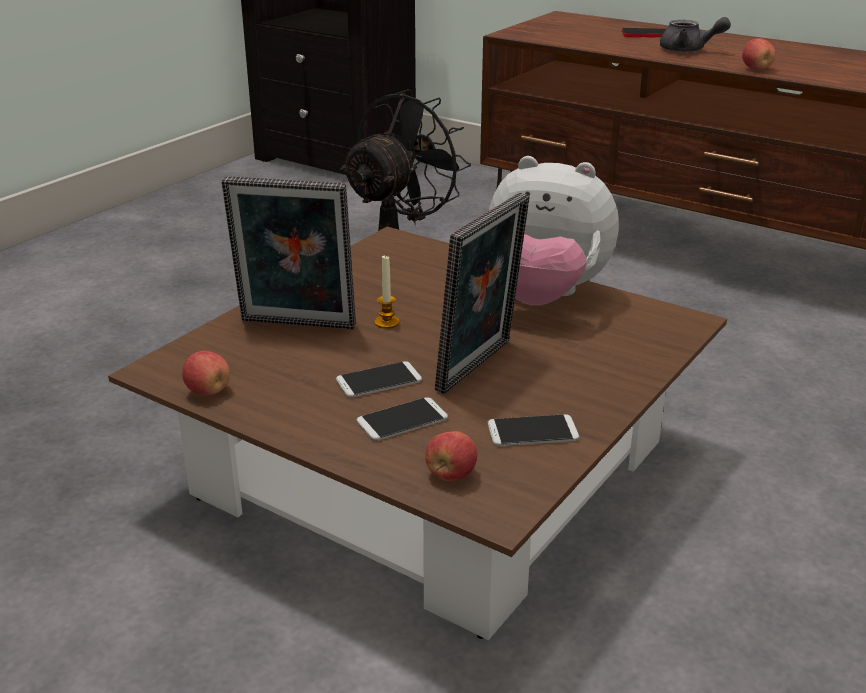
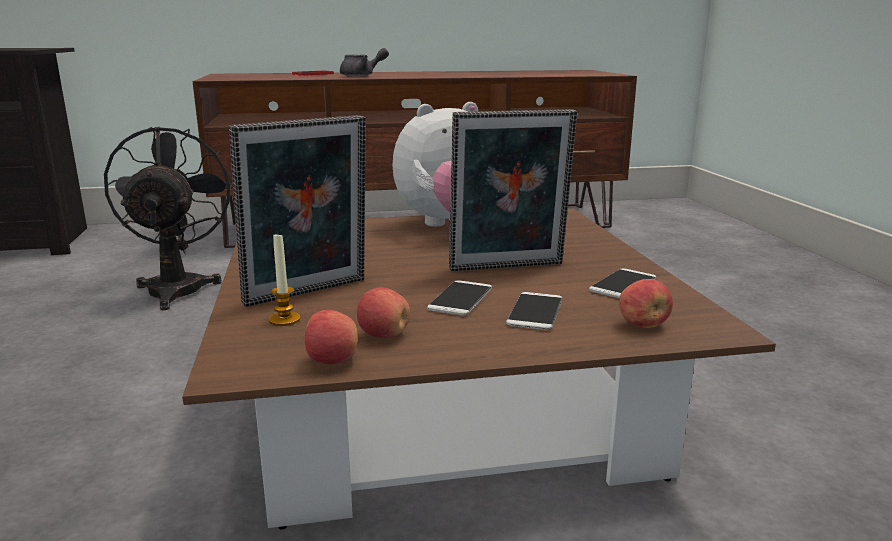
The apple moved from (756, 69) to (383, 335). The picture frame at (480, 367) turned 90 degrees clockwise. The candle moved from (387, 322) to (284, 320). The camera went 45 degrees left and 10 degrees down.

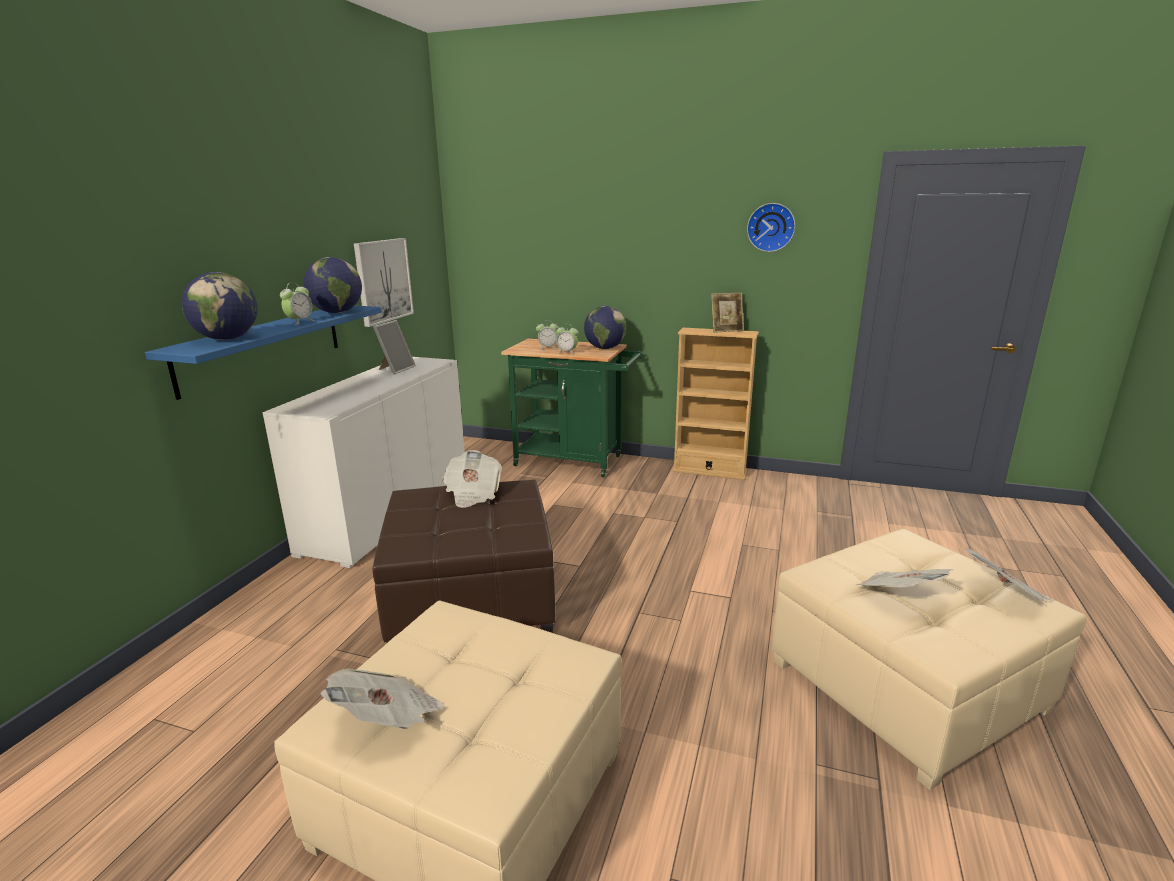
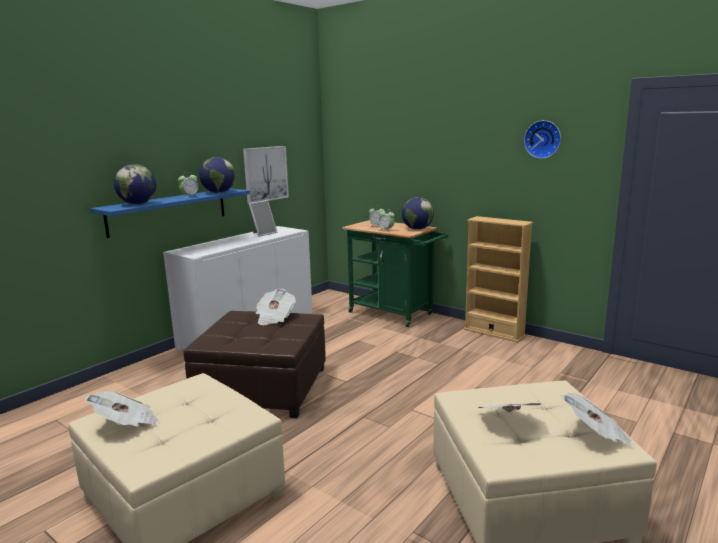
The picture frame at (726, 330) disappeared. The camera went 20 degrees right and 5 degrees down.

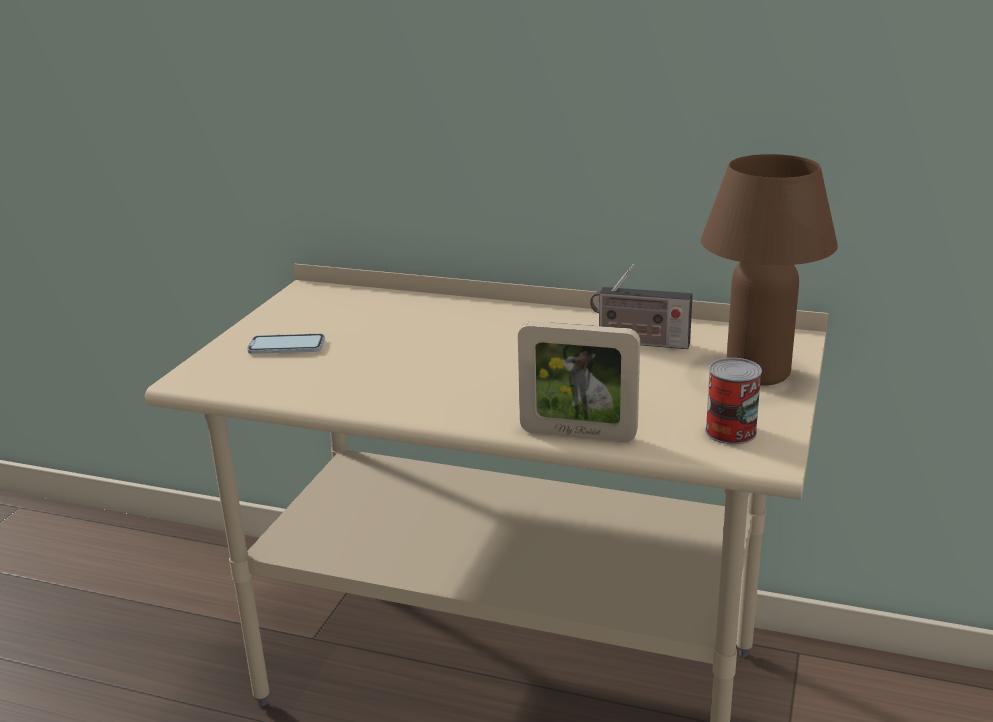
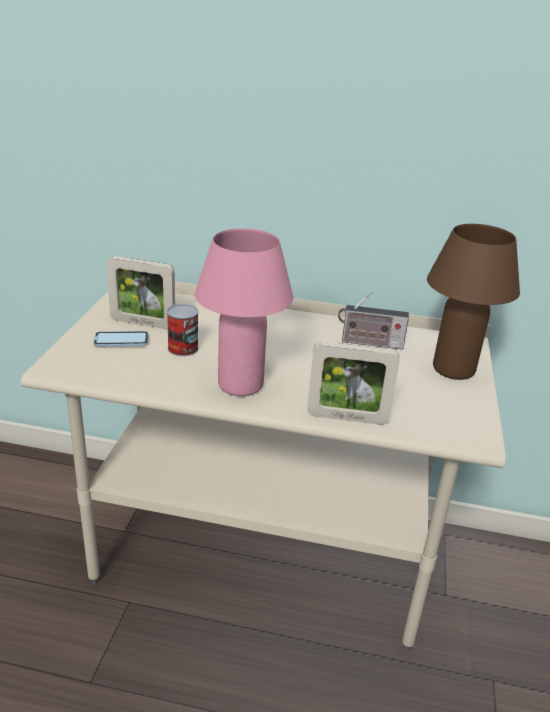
The can moved from (730, 432) to (183, 348). The table lamp (pink) at (240, 385) appeared. The picture frame at (142, 323) appeared. The camera went 10 degrees left and 5 degrees up.

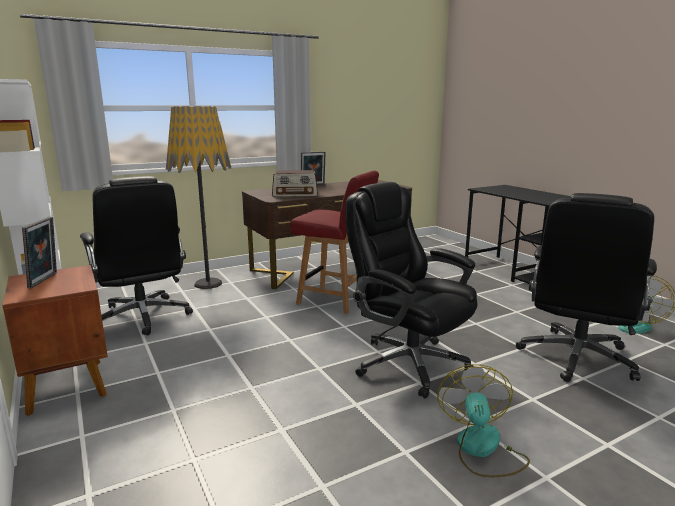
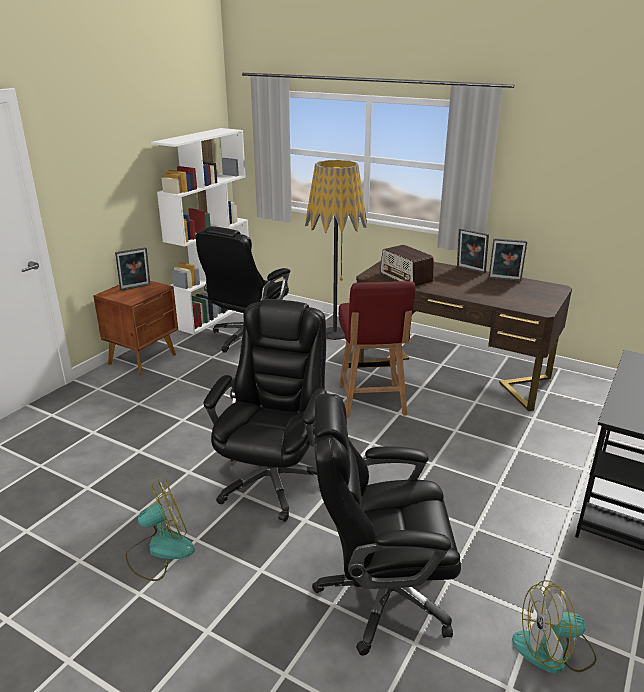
The picture frame at (504, 280) appeared. The camera went 60 degrees right and 10 degrees up.

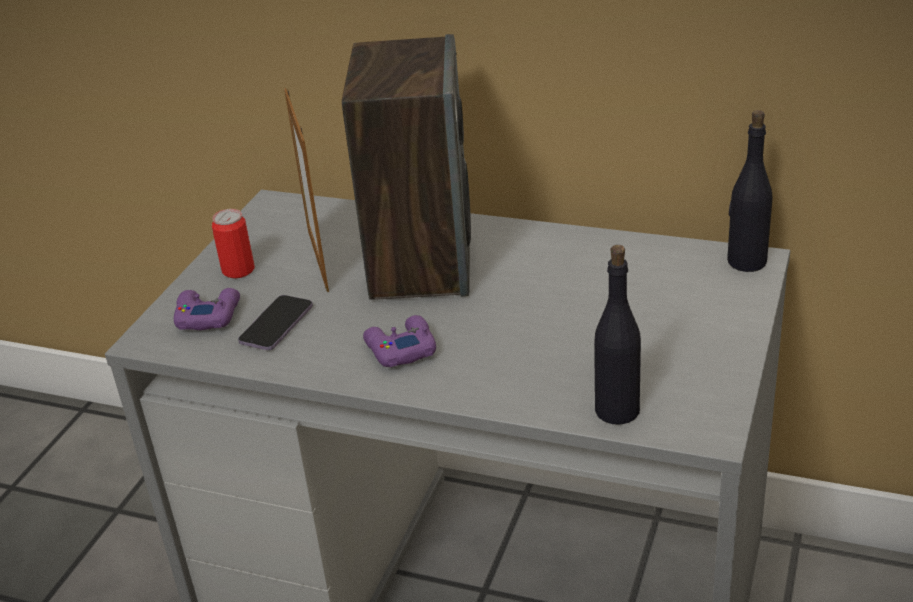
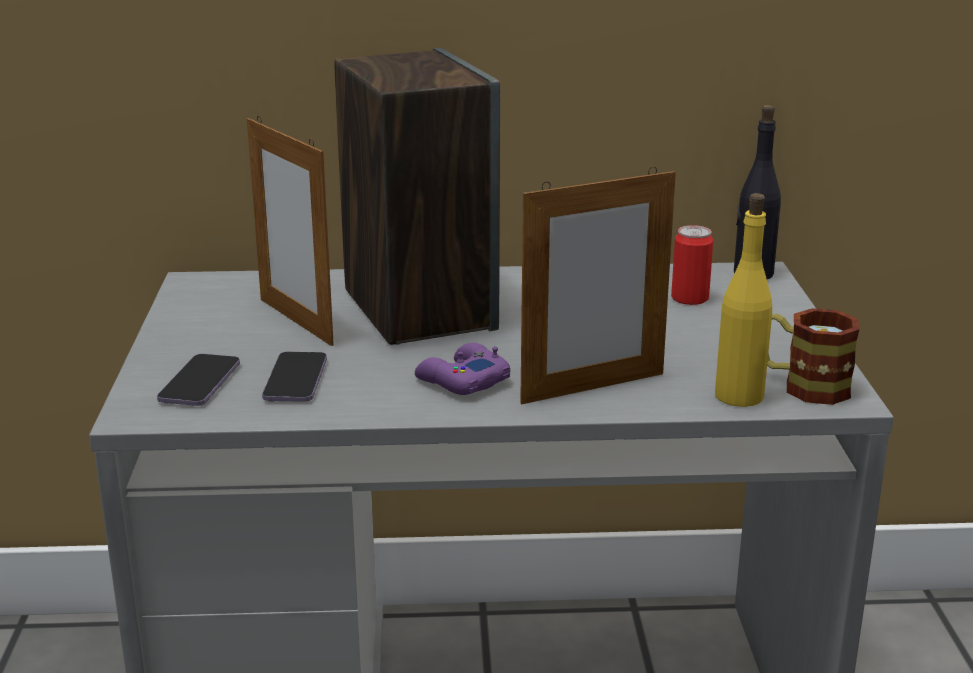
The can moved from (238, 270) to (690, 298). The bottle (black) at (617, 410) became the bottle (yellow) at (739, 396). The game controller (purple) at (207, 316) was replaced by the phone at (200, 383). The picture frame at (593, 388) appeared. The mug at (803, 385) appeared. The camera went 25 degrees left and 10 degrees down.

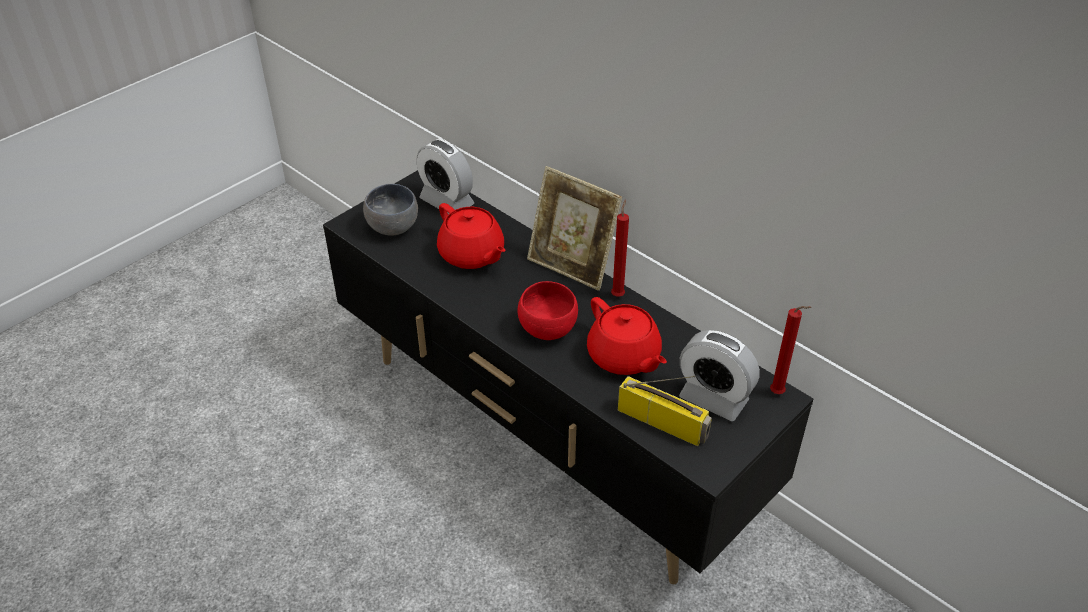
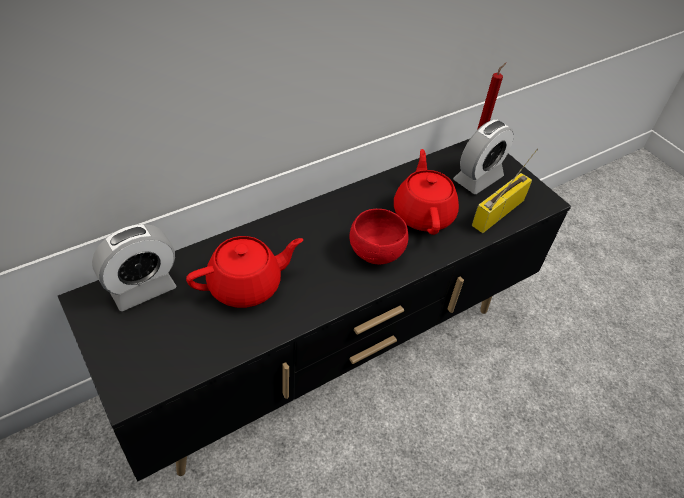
The picture frame at (571, 266) disappeared. The bowl (grey) at (394, 228) disappeared. The candle (red) at (618, 294) disappeared. The teapot (red) at (624, 357) turned 75 degrees counterclockwise. The camera went 80 degrees left and 5 degrees up.

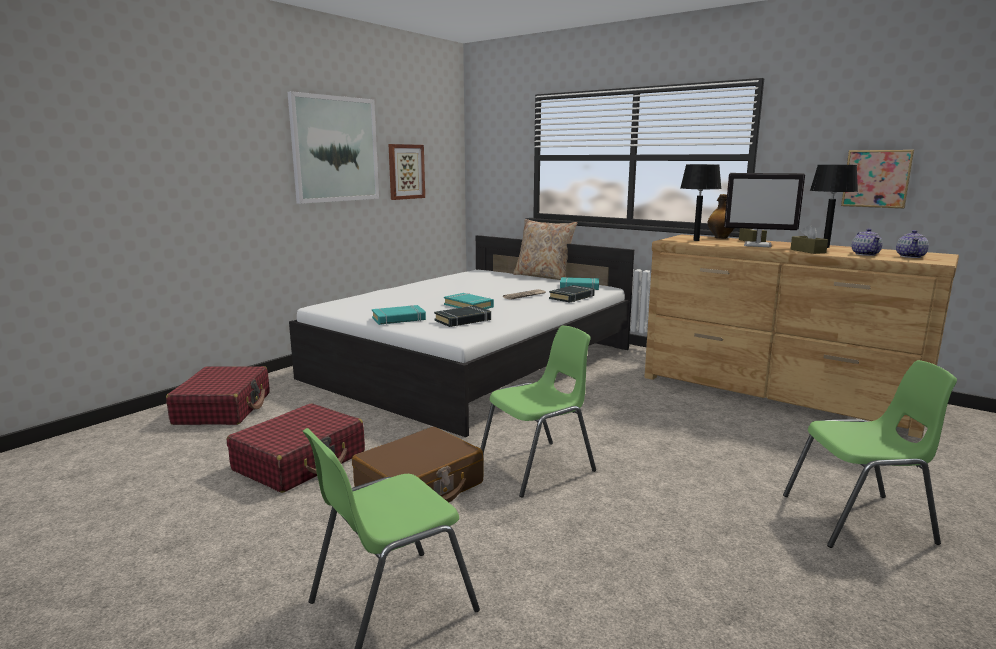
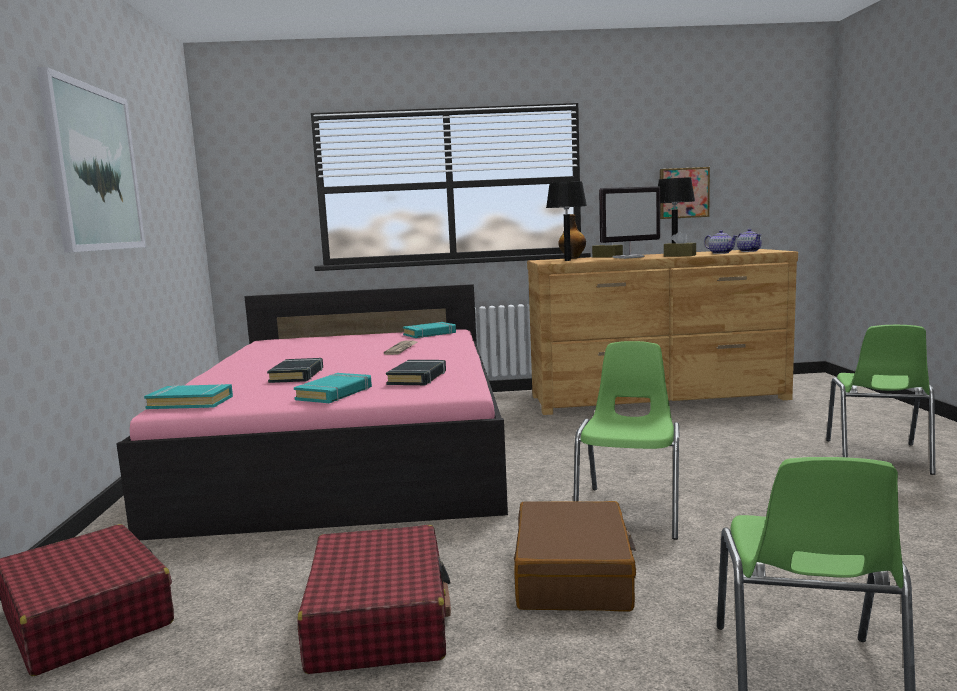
The picture at (406, 171) disappeared. The pillow (beige) at (543, 276) disappeared. The bed (white) at (473, 363) became the bed (pink) at (350, 450). The book (black) moved from (572, 297) to (297, 375). The book (turquoise) moved from (469, 306) to (191, 402). The chair (green) at (860, 520) turned 150 degrees clockwise. The camera went 40 degrees left and 5 degrees down.

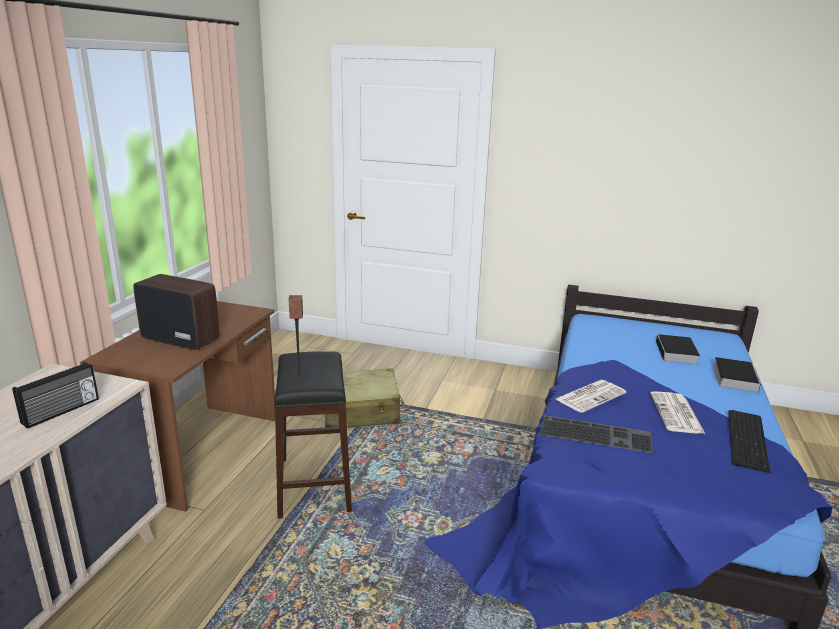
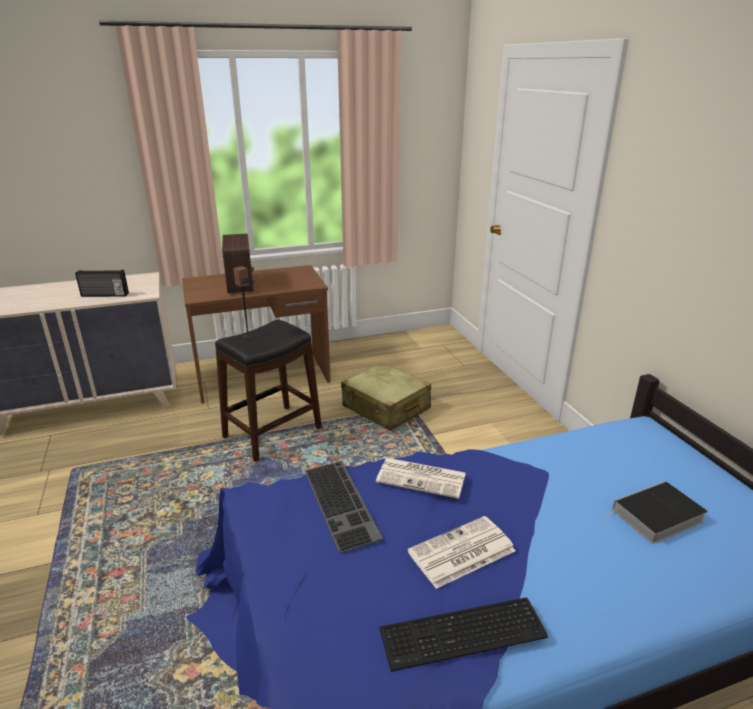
The book at (734, 377) disappeared. The camera went 55 degrees right and 5 degrees up.

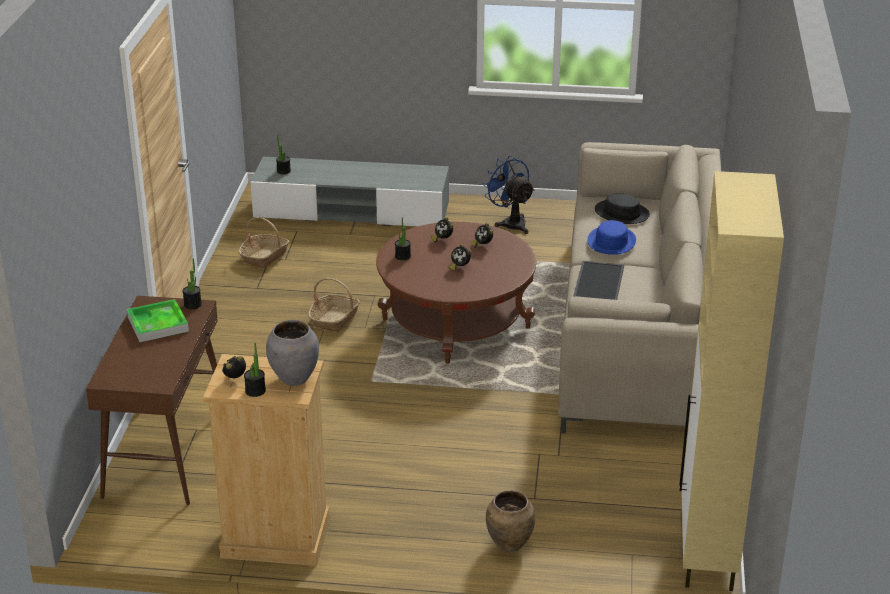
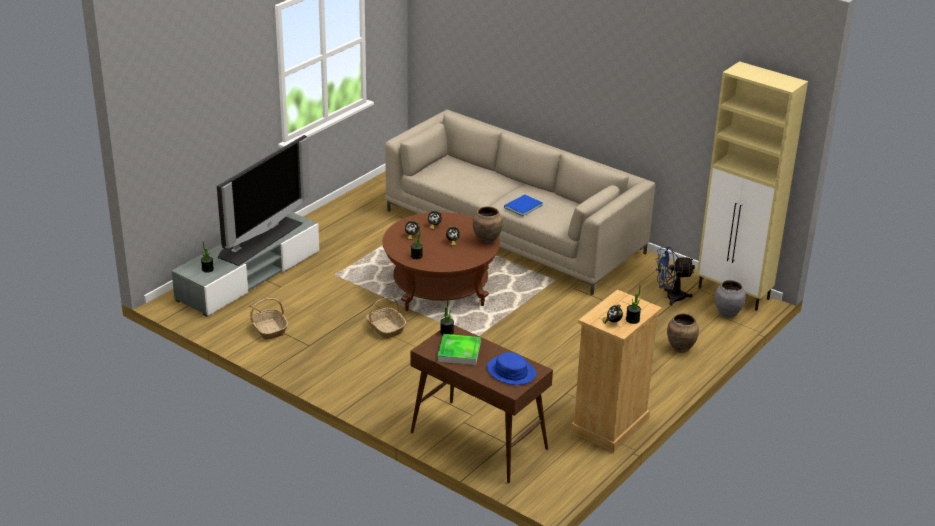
The fan (blue) moved from (510, 223) to (670, 297). The hat (black) at (622, 213) disappeared. The hat (blue) moved from (611, 241) to (511, 371). The tray at (597, 282) was replaced by the book (blue) at (522, 206). The vase (grey) moved from (295, 379) to (727, 314). The television at (259, 239) appeared. The vase (brown) at (487, 241) appeared. The camera went 60 degrees left and 0 degrees up.

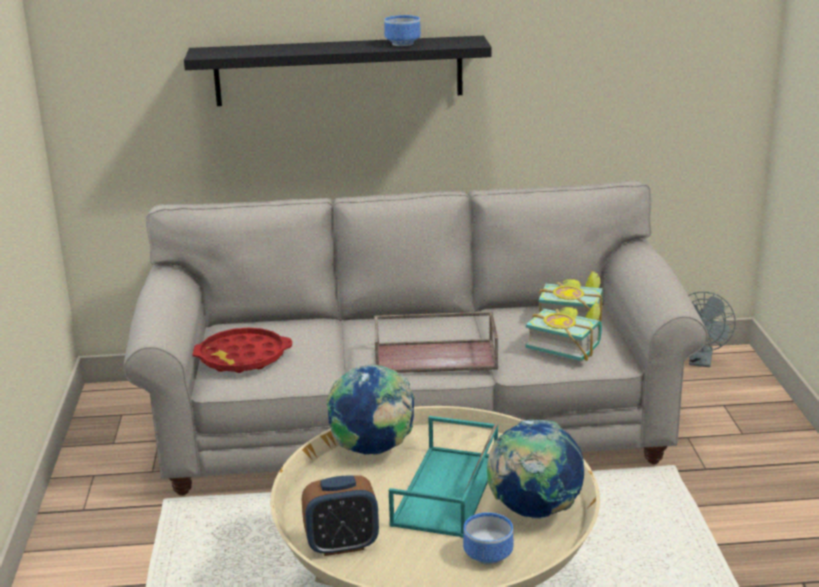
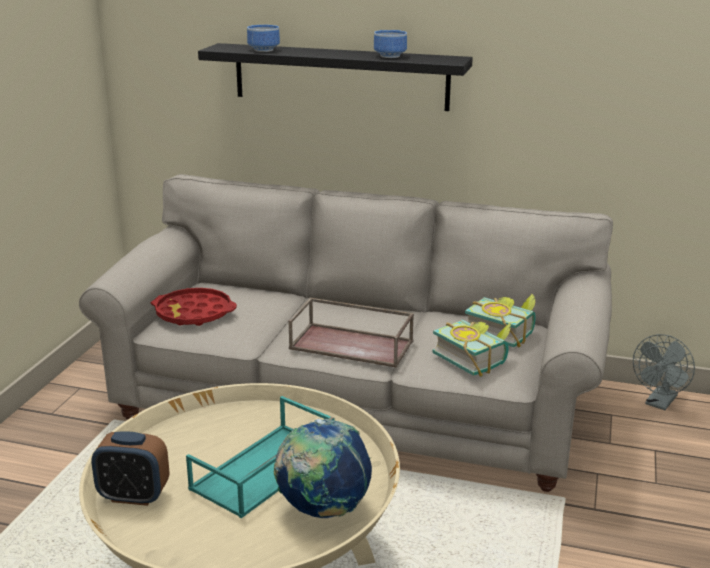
The globe at (373, 451) disappeared. The bowl moved from (487, 557) to (262, 50). The camera went 20 degrees right and 0 degrees up.

